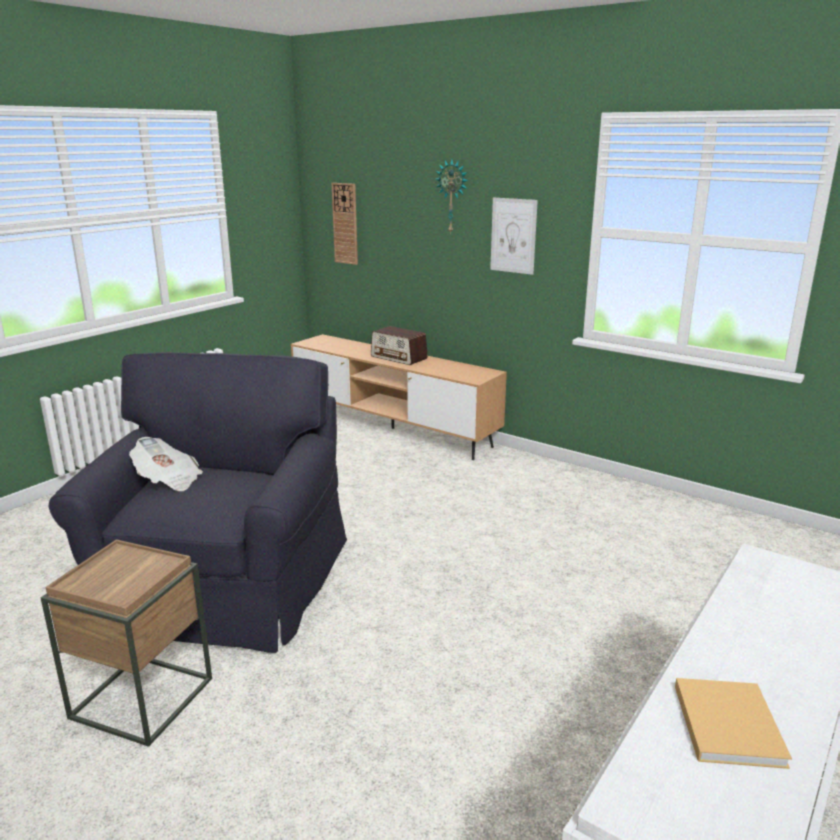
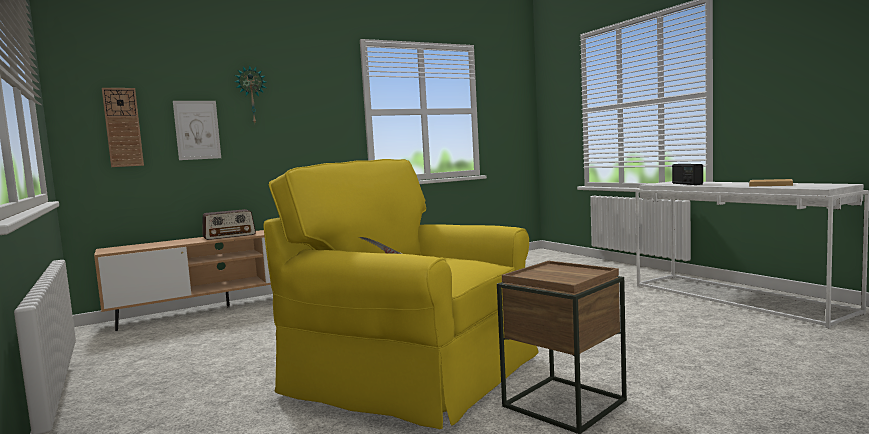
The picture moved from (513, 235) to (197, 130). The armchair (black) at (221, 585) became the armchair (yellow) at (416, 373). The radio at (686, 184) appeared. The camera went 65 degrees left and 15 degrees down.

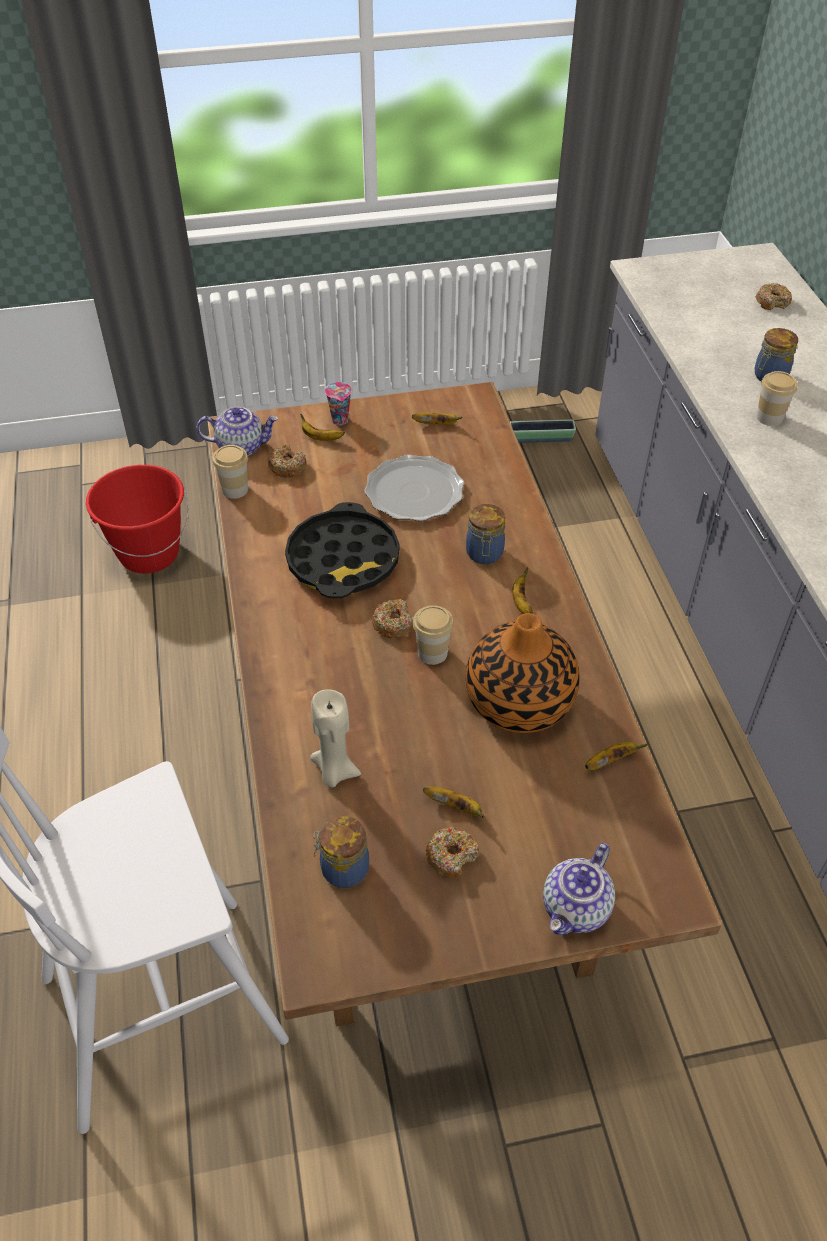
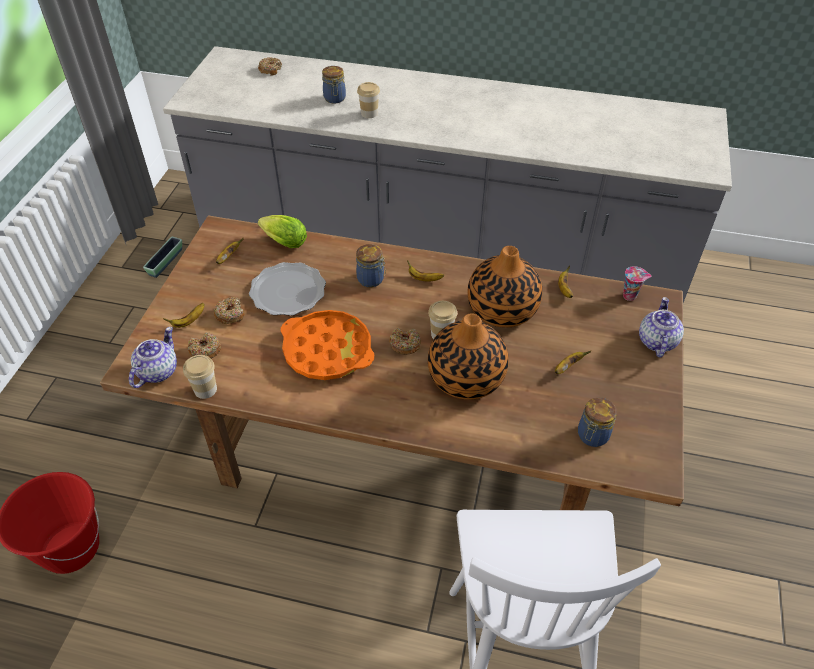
The cup moved from (341, 421) to (630, 296). The tray (black) at (343, 560) became the tray (orange) at (327, 350). The candle (beige) at (334, 771) disappeared. The donut moved from (451, 856) to (230, 314). The teapot at (576, 909) turned 135 degrees counterclockwise. The lettuce at (282, 241) appeared. The vase at (466, 377) appeared. The camera went 65 degrees left and 0 degrees up.

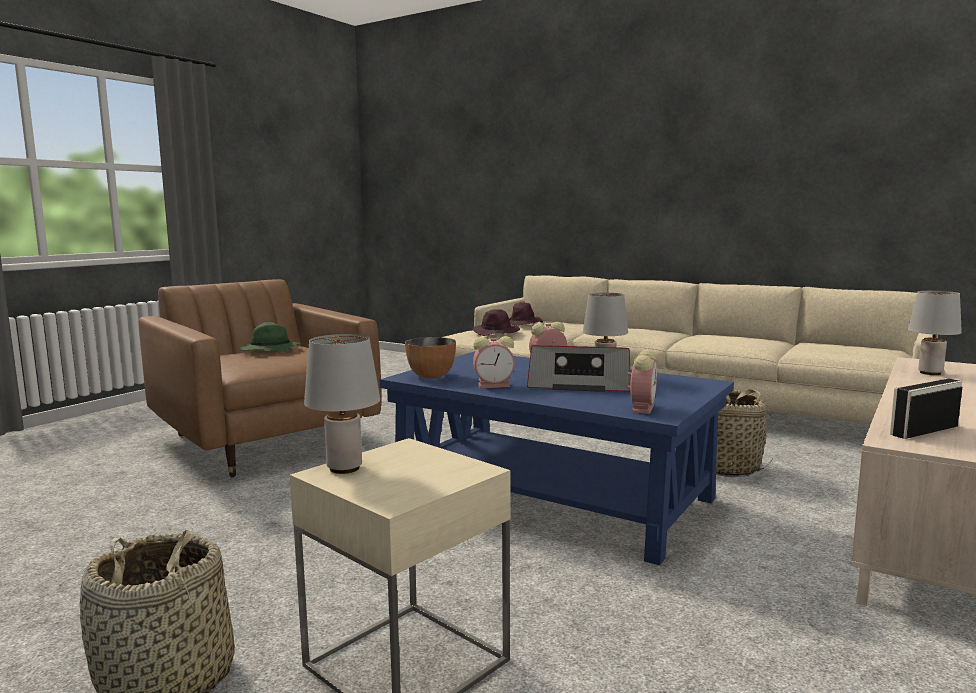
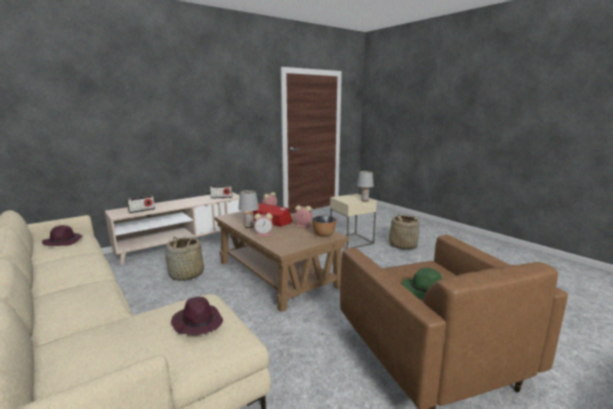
The table lamp (grey) at (930, 373) was replaced by the radio at (142, 210). The hat (purple) moved from (523, 324) to (63, 241). The coffee table (blue) at (554, 496) became the coffee table (brown) at (276, 274). The camera went 160 degrees left and 5 degrees up.

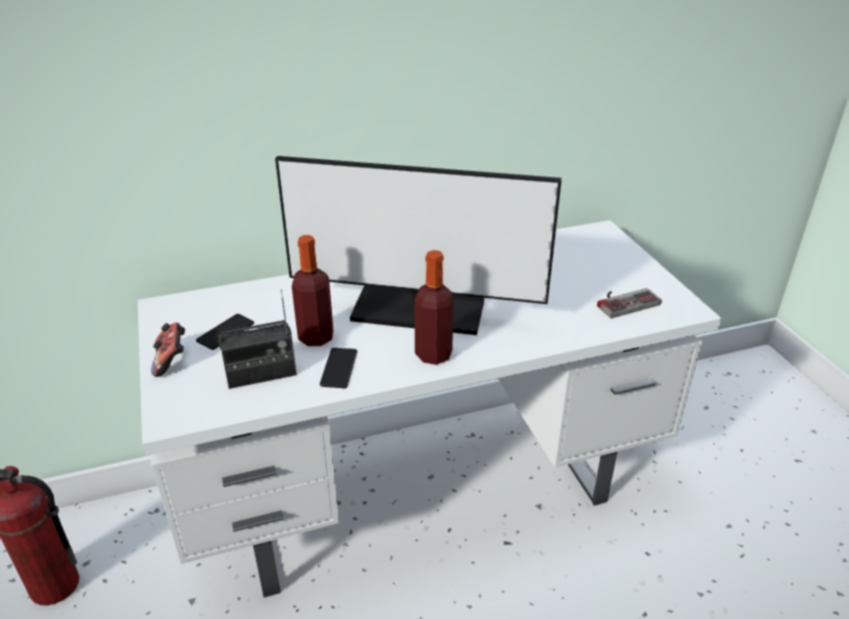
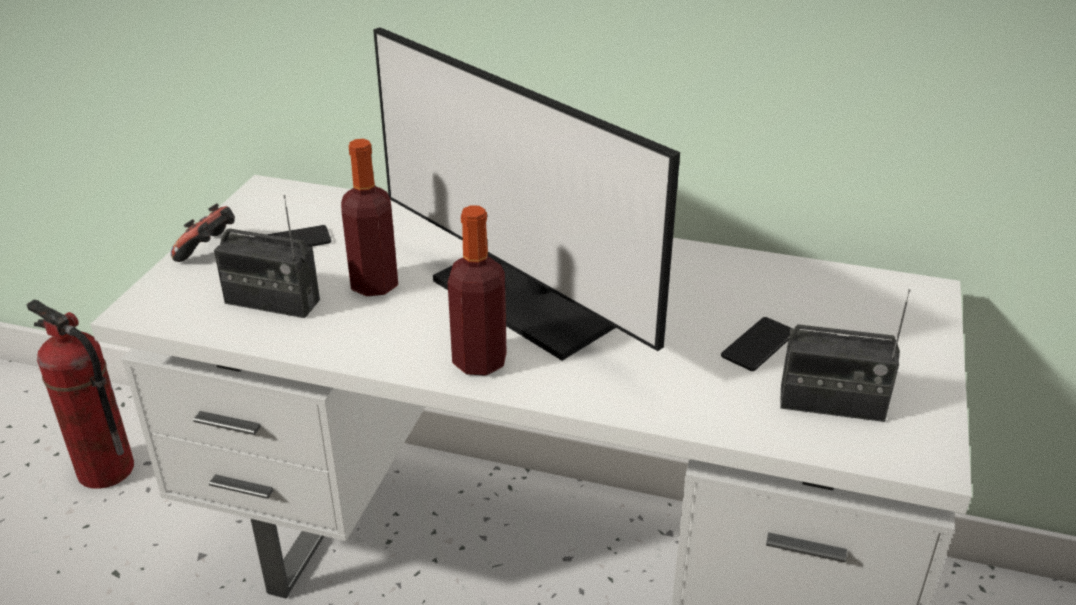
The game controller at (624, 301) was replaced by the radio at (831, 403). The phone moved from (339, 368) to (758, 345). The camera went 35 degrees right and 0 degrees up.

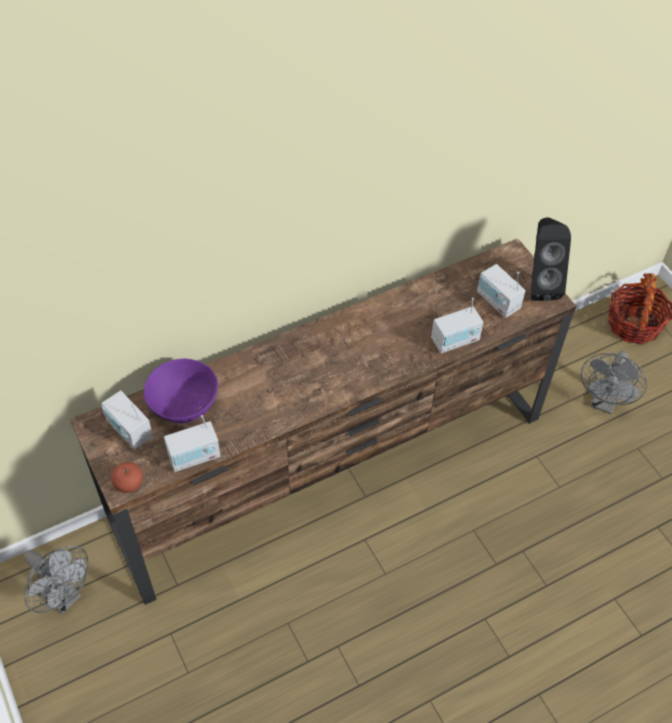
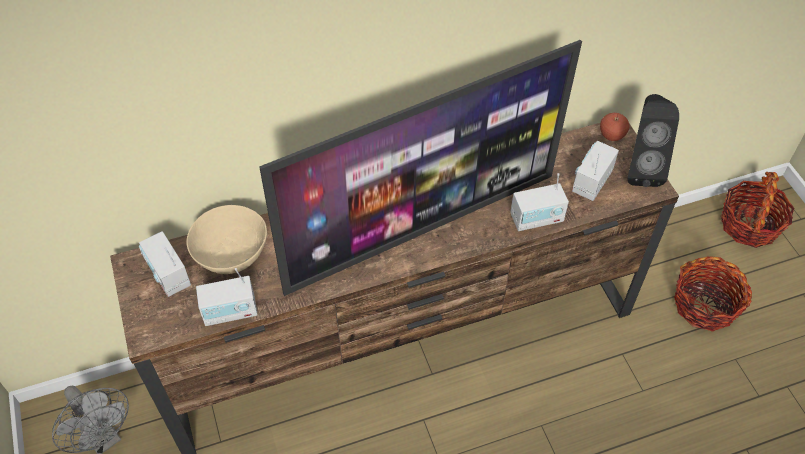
The radio at (498, 302) turned 60 degrees clockwise. The fan (grey) at (604, 402) was replaced by the basket at (705, 305). The bowl (purple) at (183, 403) became the bowl (beige) at (231, 253). The apple moved from (129, 485) to (611, 136). The television at (422, 228) appeared. The camera went 10 degrees right and 0 degrees up.

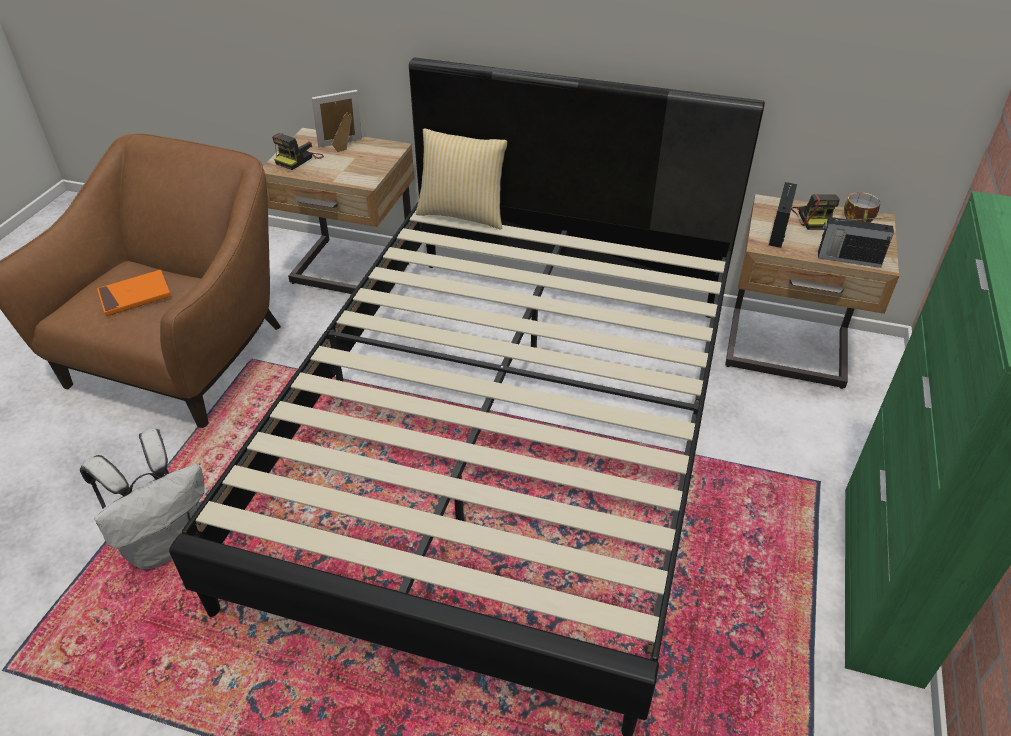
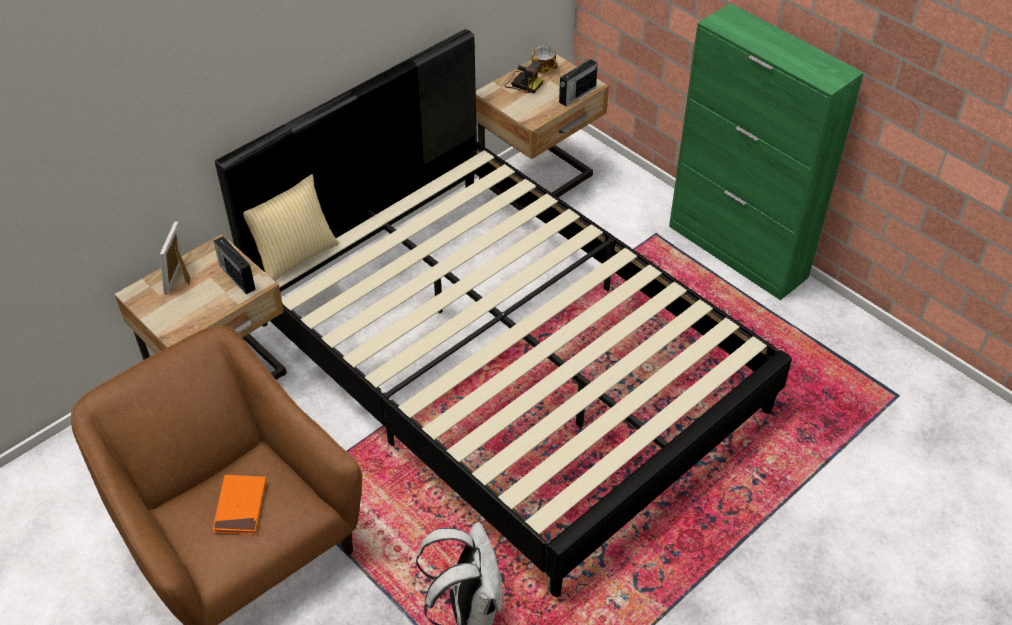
The photo camera at (299, 159) disappeared. The radio moved from (779, 230) to (237, 276). The camera went 60 degrees left and 5 degrees up.

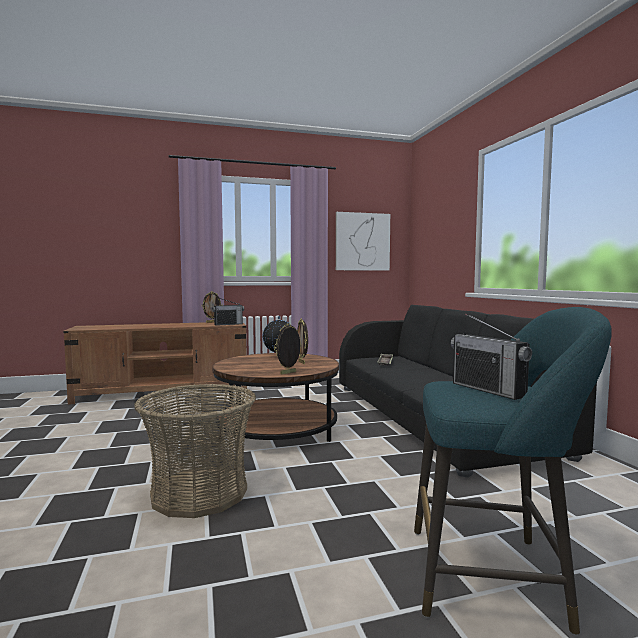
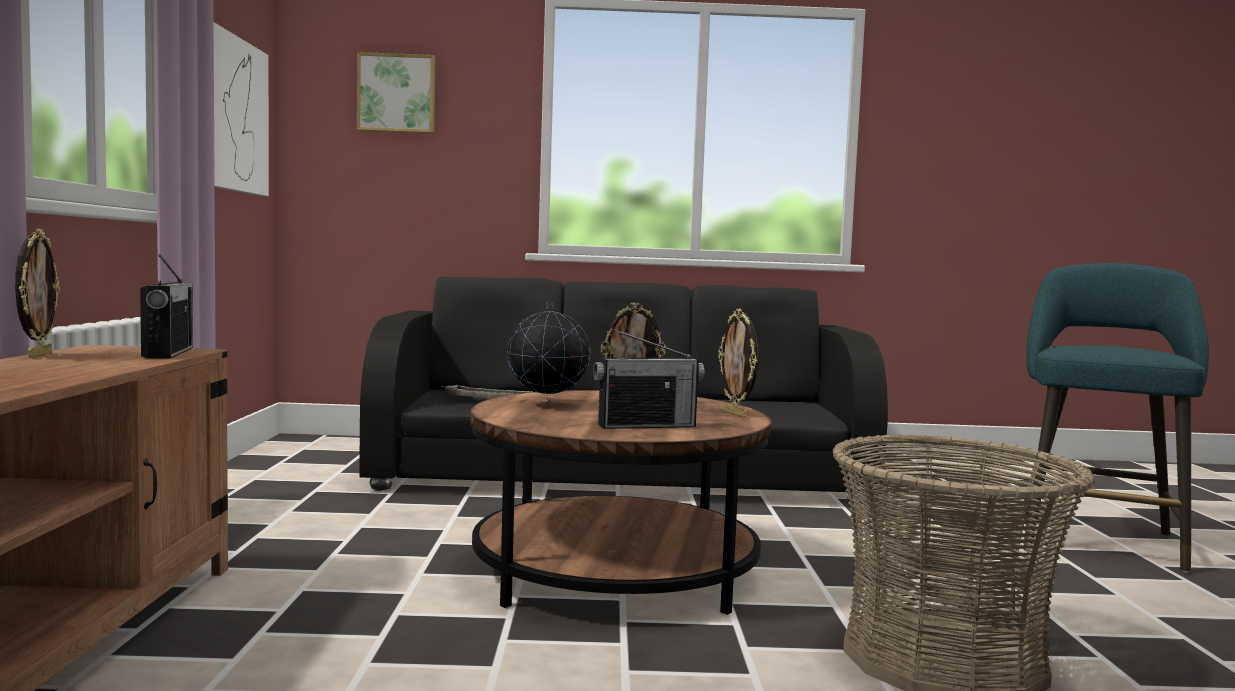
The radio moved from (488, 390) to (646, 426). The picture at (397, 94) appeared. The camera went 75 degrees left and 0 degrees up.

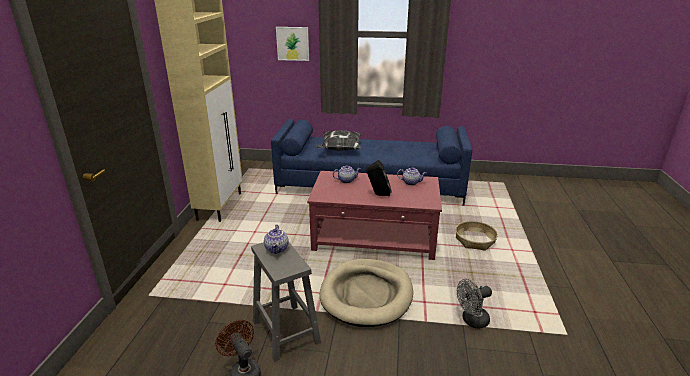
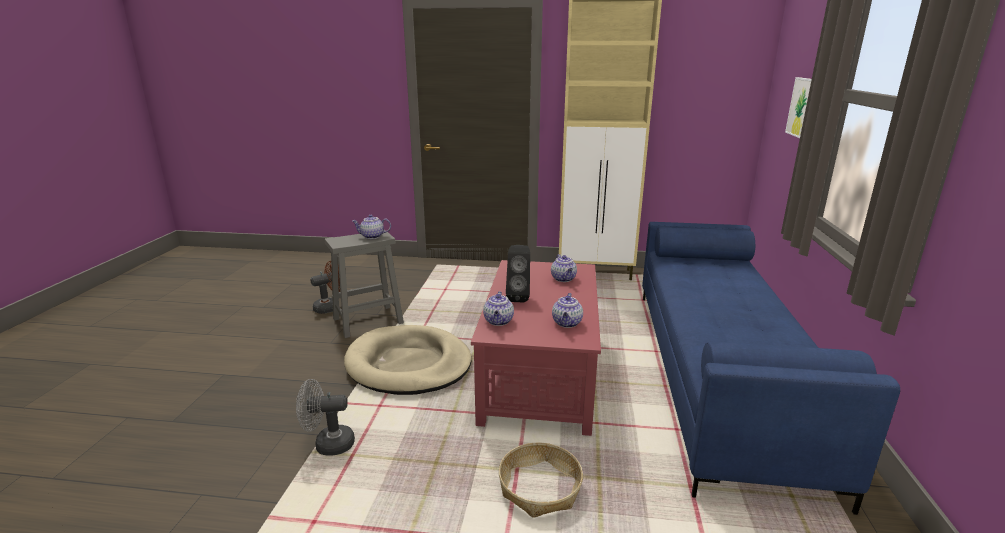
The pillow at (340, 150) disappeared. The fan (grey) at (471, 321) turned 75 degrees counterclockwise. The teapot at (498, 321) appeared. The camera went 90 degrees right and 5 degrees down.

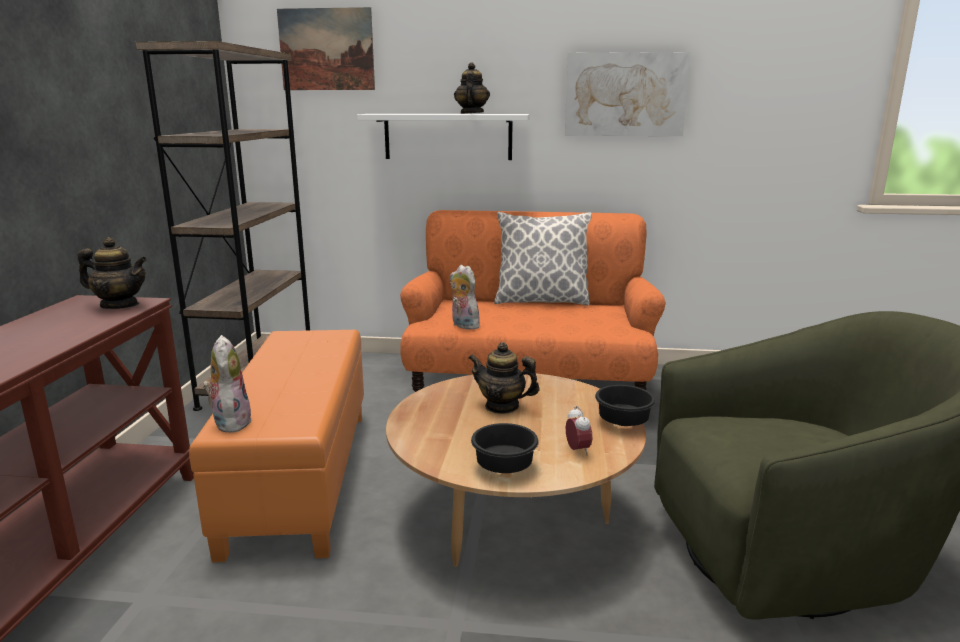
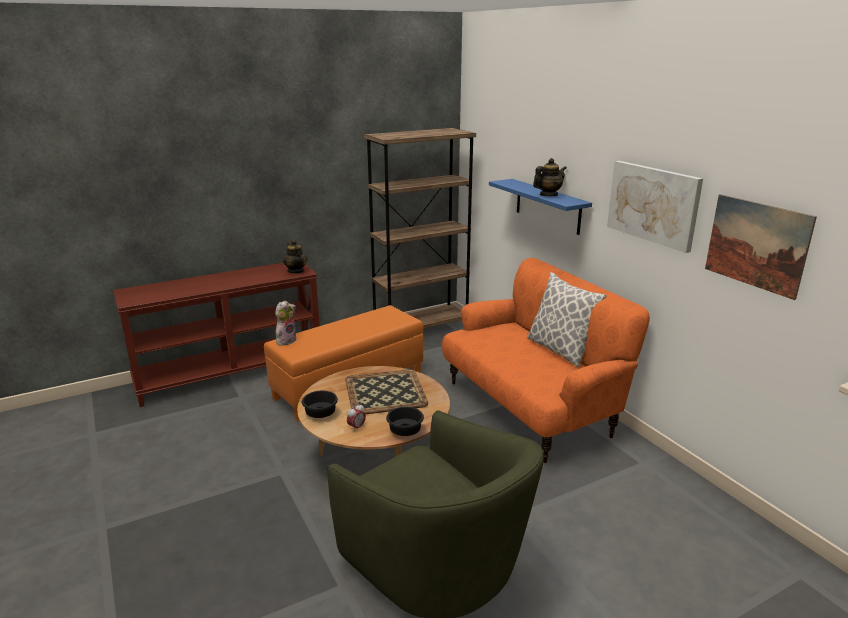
The picture moved from (326, 49) to (756, 244). The shelf (white) at (448, 136) became the shelf (blue) at (547, 206). The plush toy at (463, 325) disappeared. The teapot at (502, 406) was replaced by the tray at (384, 392). The camera went 55 degrees right and 5 degrees up.

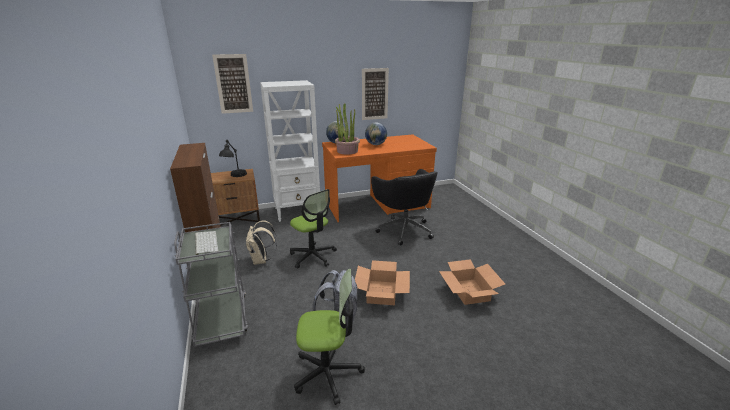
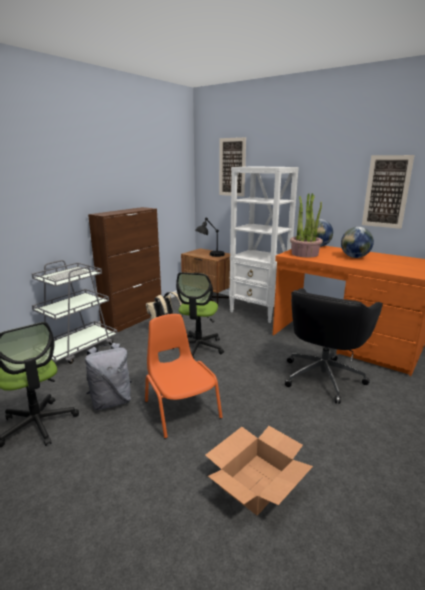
The cardboard box at (382, 292) was replaced by the chair (orange) at (181, 409). The camera went 55 degrees right and 5 degrees down.

